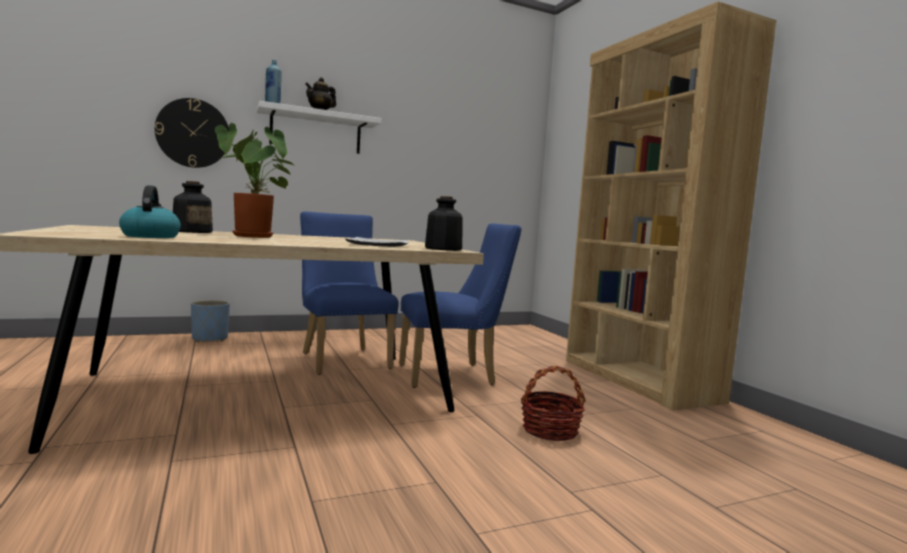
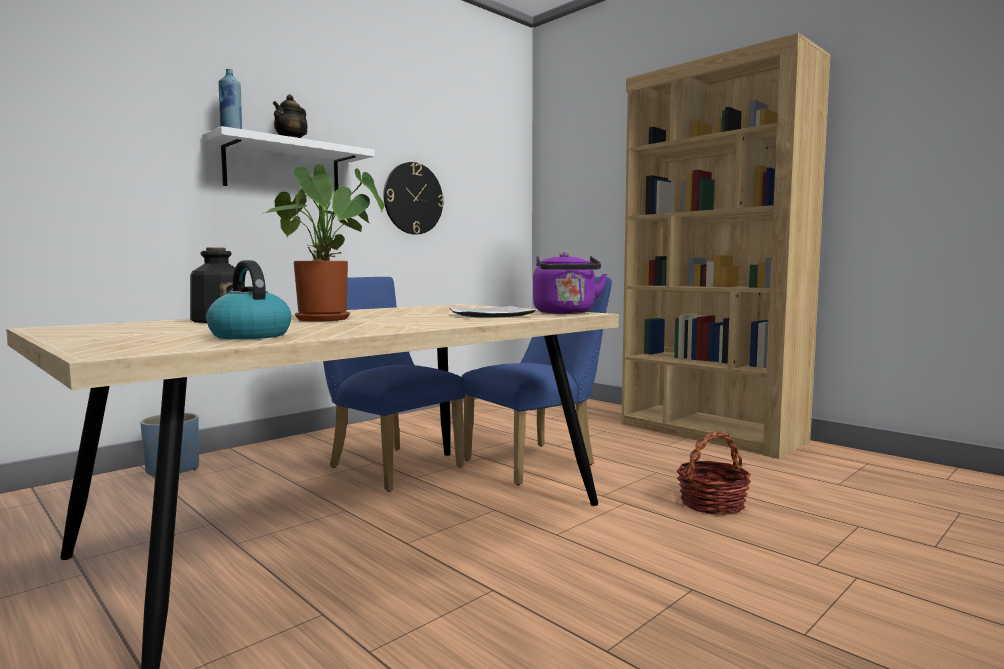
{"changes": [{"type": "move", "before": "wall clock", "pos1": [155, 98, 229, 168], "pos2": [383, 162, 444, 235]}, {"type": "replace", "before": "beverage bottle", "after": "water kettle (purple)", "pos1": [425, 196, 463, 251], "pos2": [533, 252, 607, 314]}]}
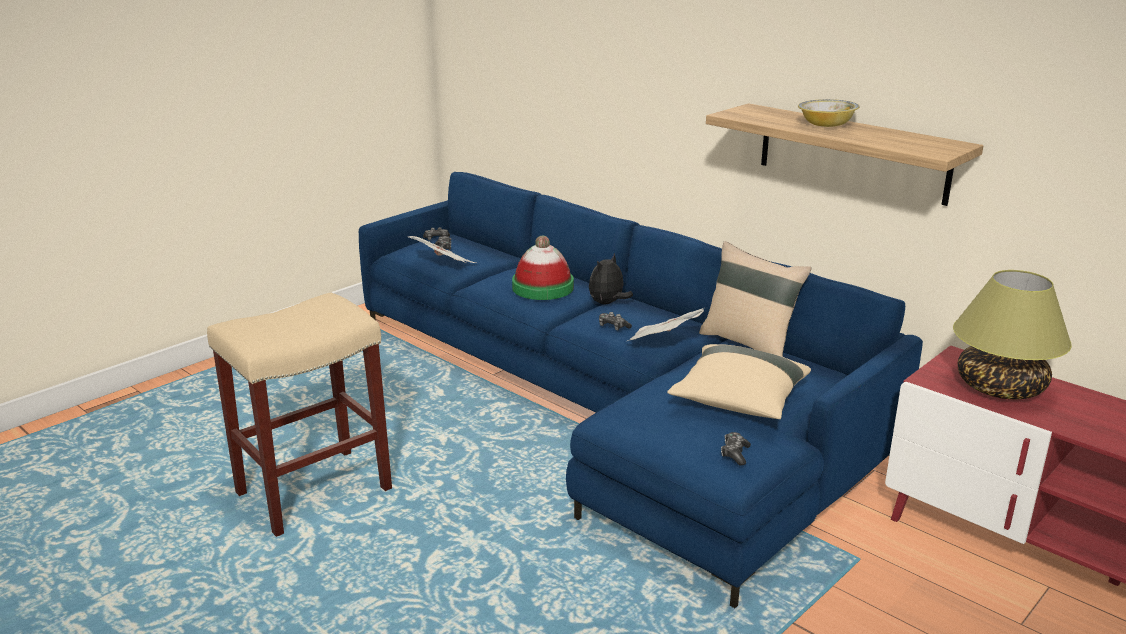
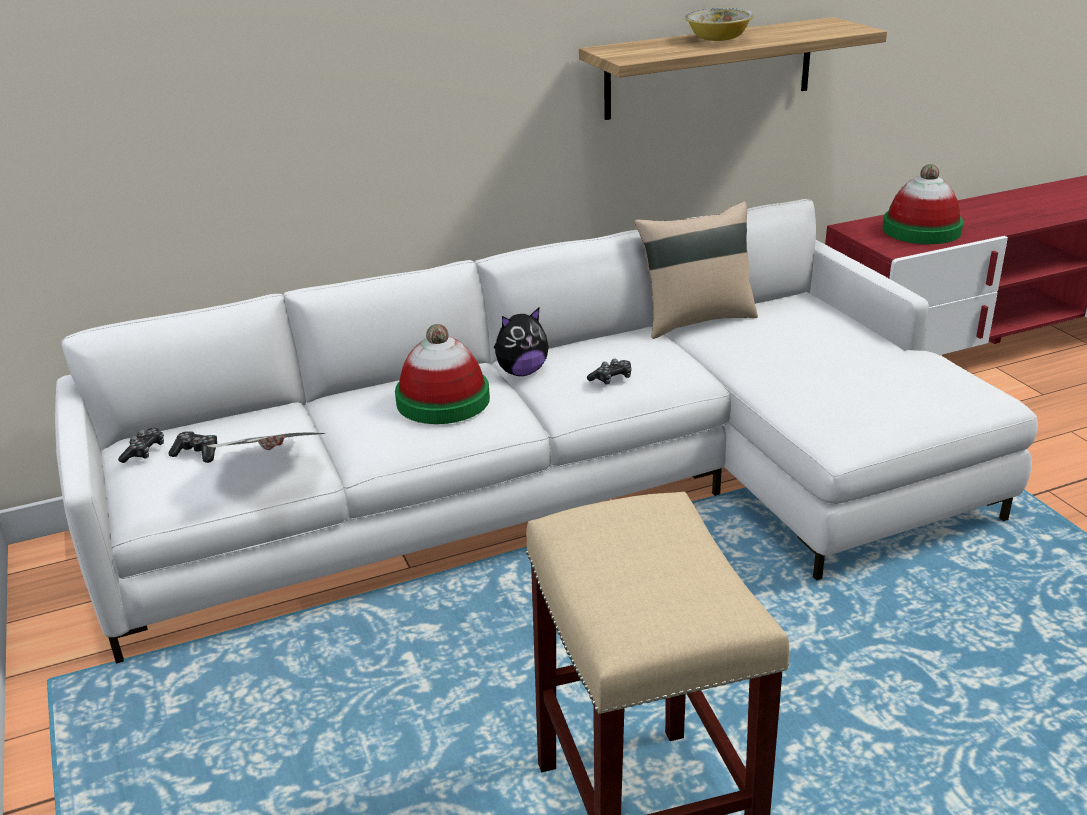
{"changes": [{"type": "delete", "before": "daily paper", "pos1": [628, 308, 704, 341]}, {"type": "delete", "before": "pillow (sand-coloured)", "pos1": [667, 344, 811, 419]}, {"type": "delete", "before": "game controller", "pos1": [721, 432, 751, 466]}, {"type": "replace", "before": "tabletop lamp", "after": "hat", "pos1": [953, 270, 1072, 399], "pos2": [882, 164, 963, 244]}, {"type": "recolor", "before": "settee (bluish)", "after": "settee (white-coloured)", "pos1": [359, 172, 923, 608], "pos2": [55, 199, 1038, 664]}, {"type": "rotate", "before": "cuddly toy", "pos1": [589, 253, 633, 304], "pos2": [494, 308, 549, 376], "turn": -90}]}
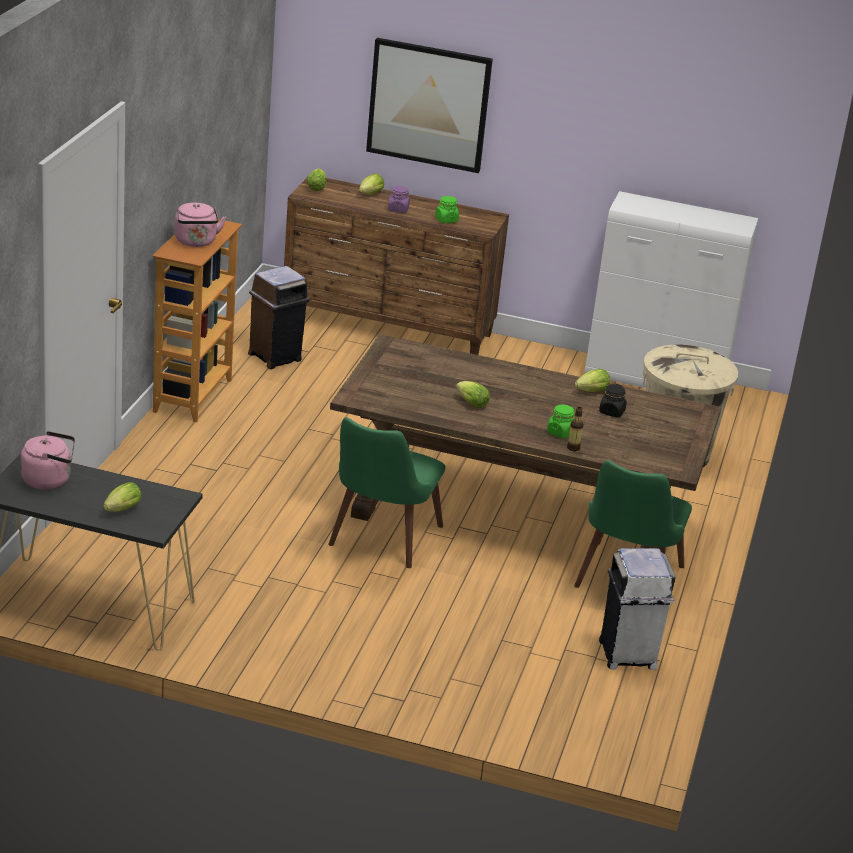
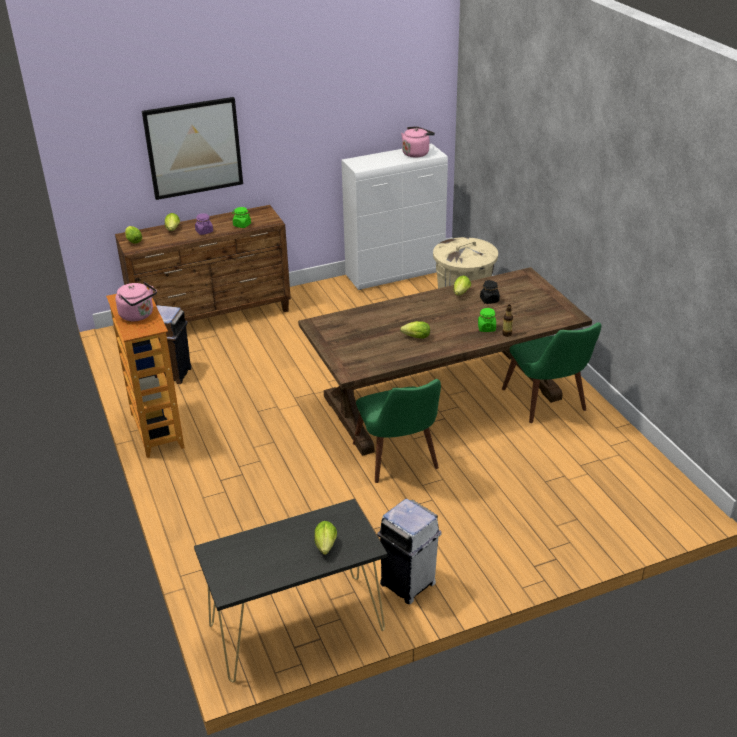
{"changes": [{"type": "move", "before": "water kettle (pink-coloured)", "pos1": [20, 431, 75, 490], "pos2": [401, 126, 435, 158]}, {"type": "move", "before": "rubbish bin (white-coloured)", "pos1": [599, 548, 676, 670], "pos2": [377, 498, 442, 604]}]}
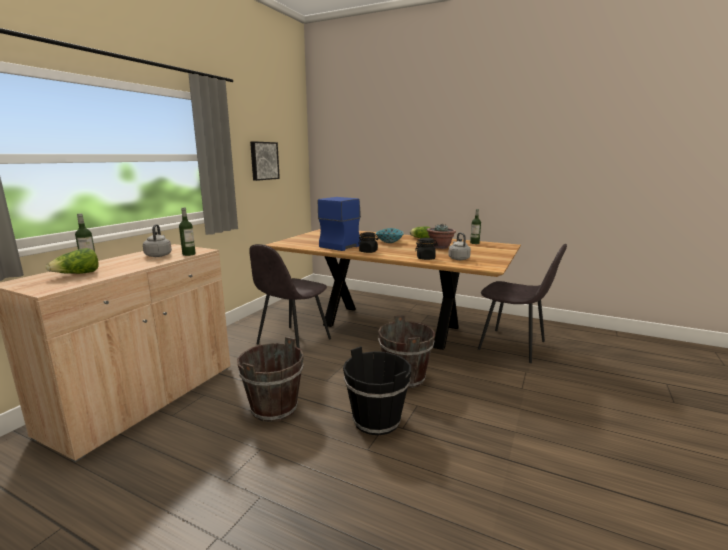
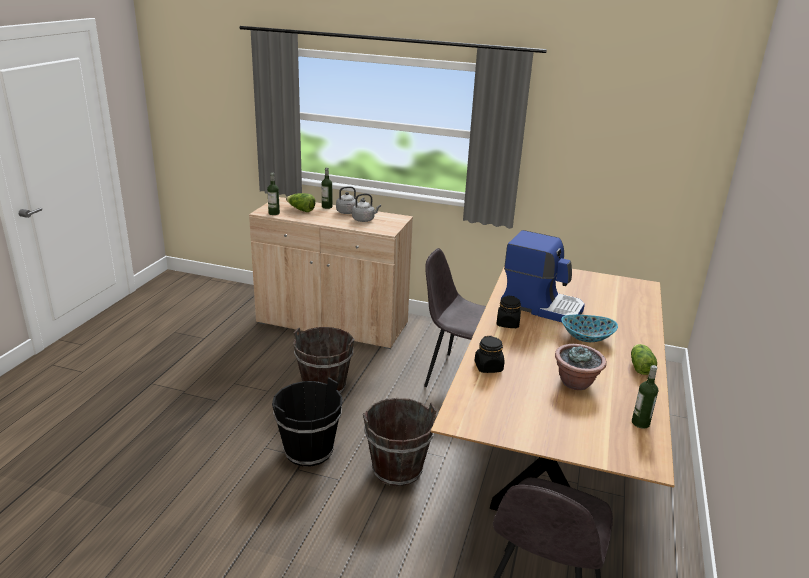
{"changes": [{"type": "delete", "before": "wall picture", "pos1": [250, 141, 280, 181]}, {"type": "move", "before": "beverage bottle", "pos1": [179, 208, 196, 256], "pos2": [267, 173, 280, 215]}, {"type": "move", "before": "water kettle (grey)", "pos1": [448, 232, 471, 260], "pos2": [336, 186, 364, 214]}]}
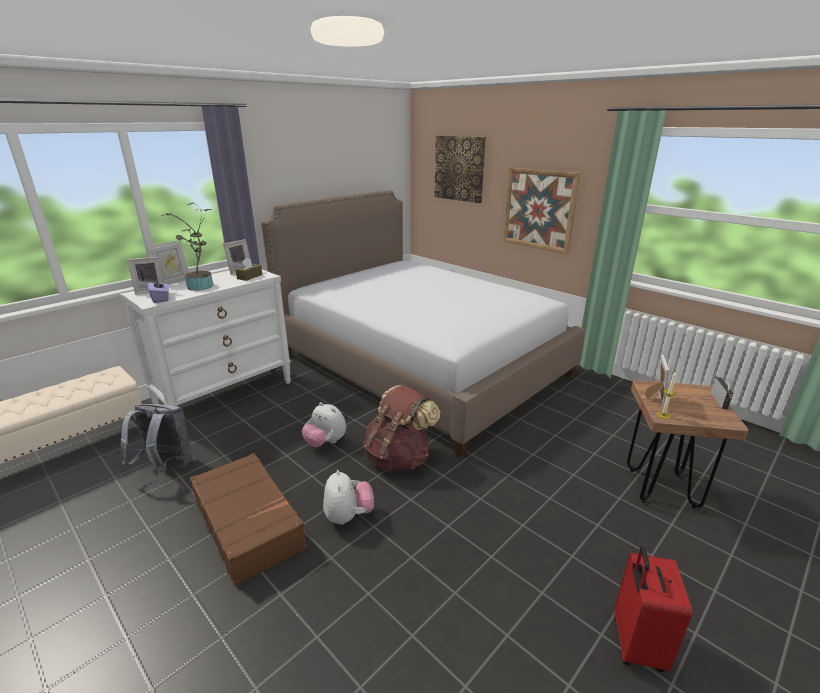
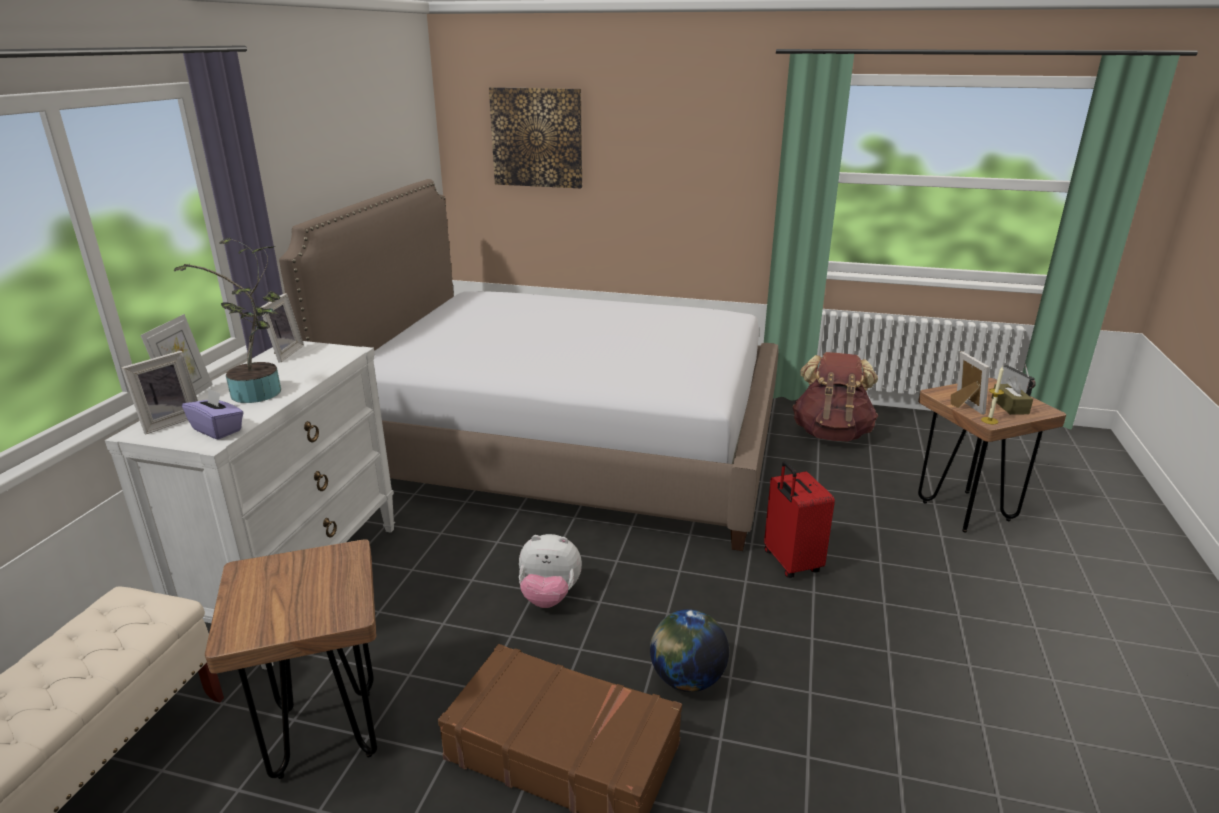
{"changes": [{"type": "delete", "before": "wall picture", "pos1": [503, 168, 580, 254]}, {"type": "move", "before": "box of tissues (brownish)", "pos1": [235, 257, 262, 281], "pos2": [991, 376, 1033, 415]}, {"type": "move", "before": "backpack (brownish)", "pos1": [363, 385, 440, 471], "pos2": [793, 352, 878, 441]}, {"type": "move", "before": "travel case (red-coloured)", "pos1": [615, 546, 692, 672], "pos2": [764, 461, 835, 578]}, {"type": "replace", "before": "backpack (grey)", "after": "stool seat (brownish)", "pos1": [121, 404, 192, 474], "pos2": [205, 539, 377, 779]}, {"type": "replace", "before": "cuddly toy", "after": "desk globe", "pos1": [323, 470, 374, 525], "pos2": [650, 609, 729, 692]}]}
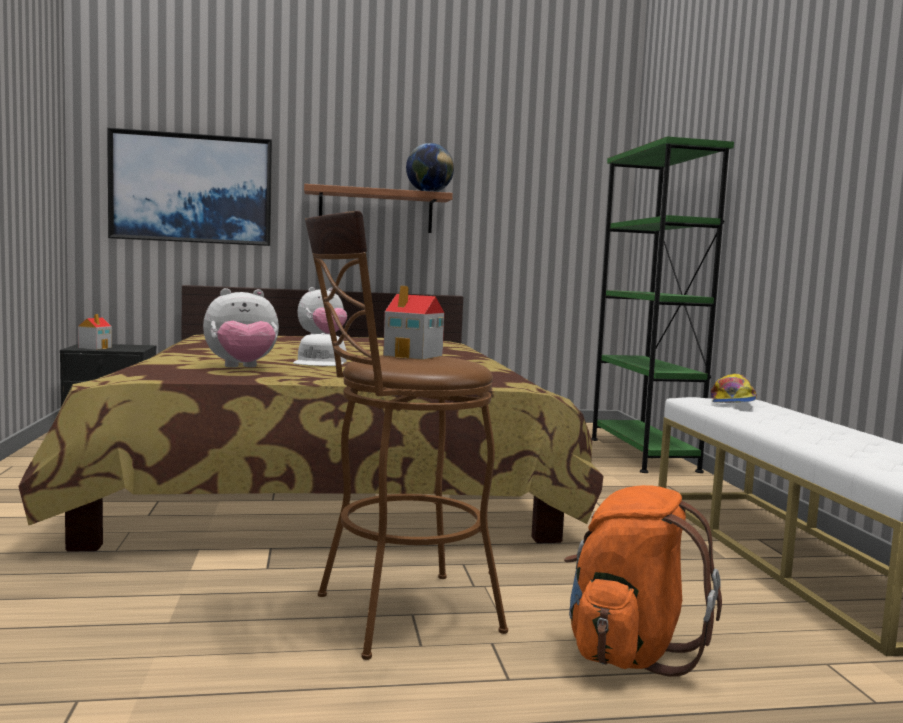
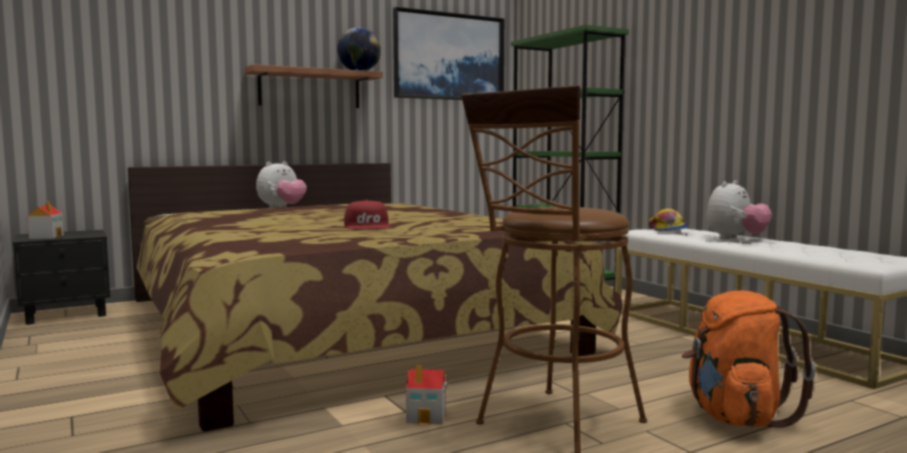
{"changes": [{"type": "move", "before": "wall picture", "pos1": [107, 128, 272, 246], "pos2": [393, 7, 504, 100]}, {"type": "move", "before": "cuddly toy", "pos1": [203, 288, 279, 367], "pos2": [706, 181, 772, 239]}, {"type": "move", "before": "toy house", "pos1": [383, 285, 444, 360], "pos2": [406, 365, 447, 425]}, {"type": "recolor", "before": "cap (white-coloured)", "after": "cap (red-coloured)", "pos1": [293, 333, 347, 366], "pos2": [344, 200, 391, 229]}]}
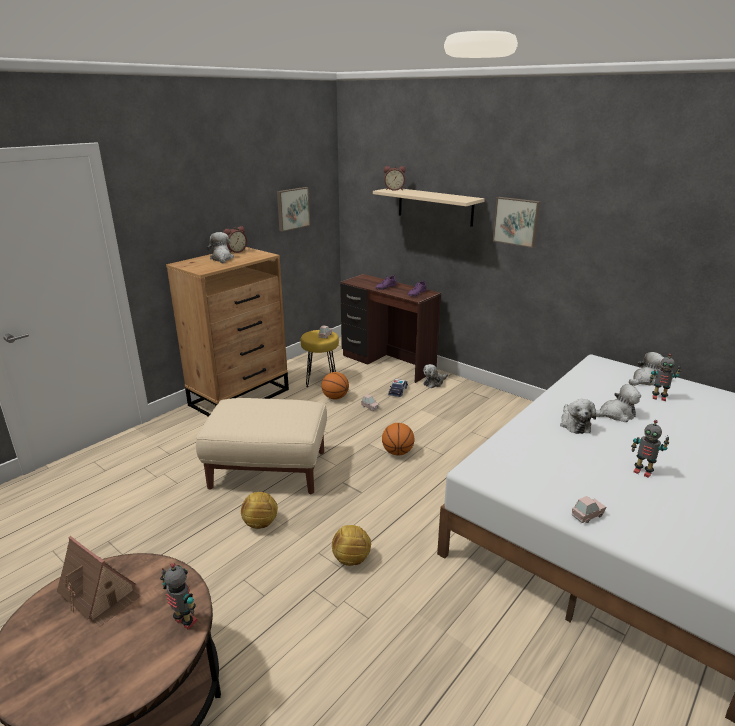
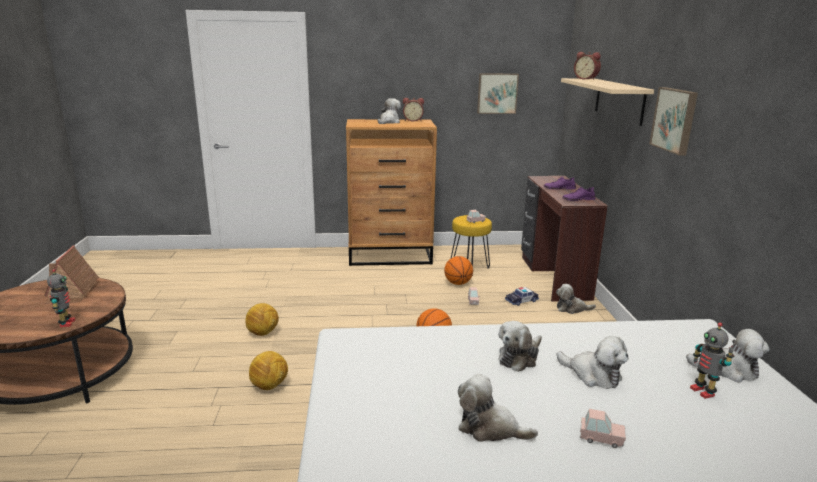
{"changes": [{"type": "delete", "before": "ottoman (sand-coloured)", "pos1": [196, 398, 327, 494]}, {"type": "move", "before": "model car (pink-coloured)", "pos1": [572, 496, 606, 523], "pos2": [580, 409, 626, 448]}, {"type": "replace", "before": "toy robot", "after": "cuddly toy", "pos1": [631, 420, 669, 478], "pos2": [458, 374, 538, 442]}]}
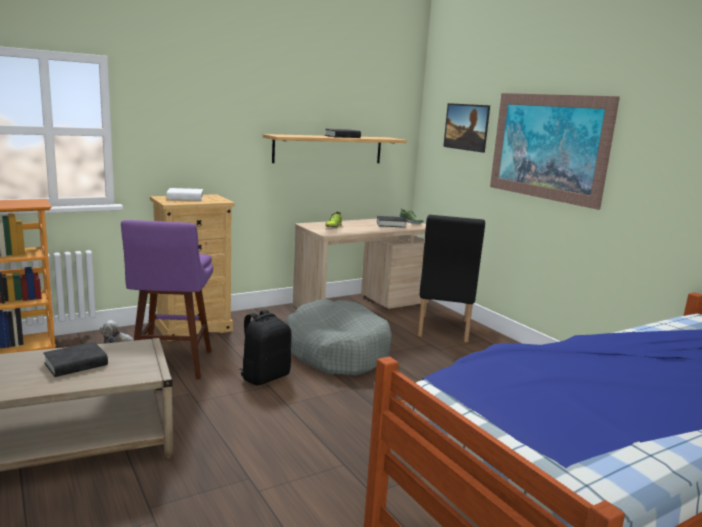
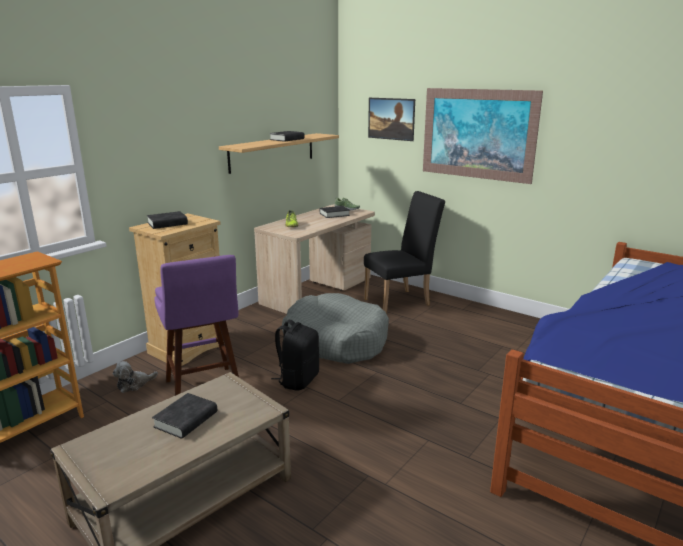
{"changes": [{"type": "recolor", "before": "bound book (white-coloured)", "after": "bound book (blackish)", "pos1": [167, 188, 203, 201], "pos2": [147, 211, 188, 229]}, {"type": "rotate", "before": "upright chair (blackish)", "pos1": [418, 215, 485, 343], "pos2": [364, 191, 445, 314], "turn": -105}]}
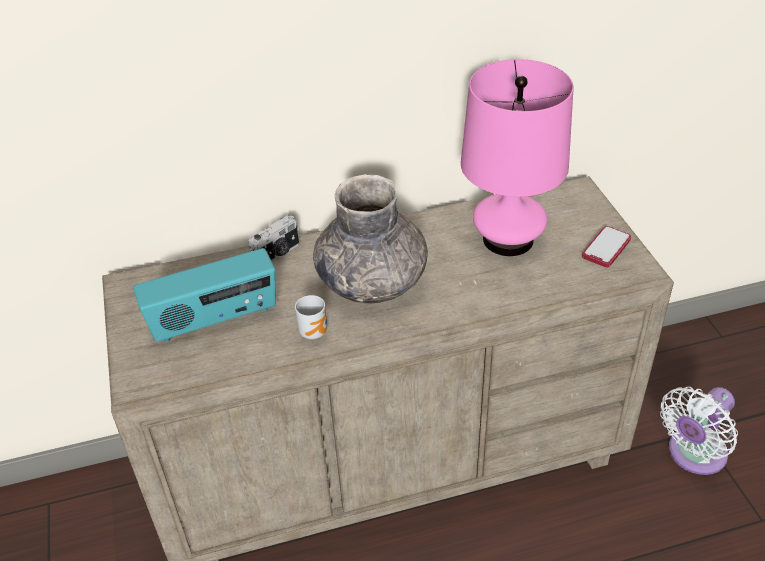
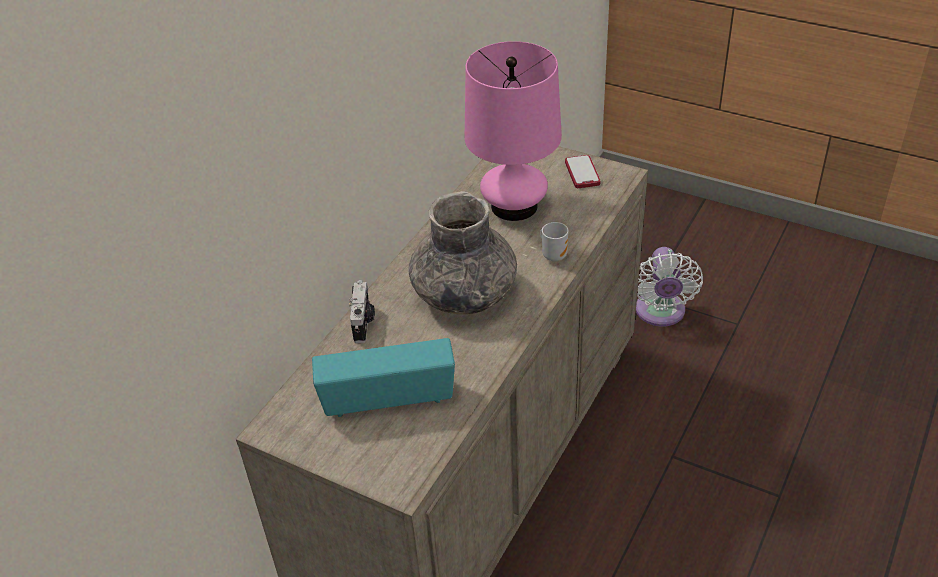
{"changes": [{"type": "move", "before": "tea mug", "pos1": [295, 295, 327, 340], "pos2": [540, 222, 569, 262]}, {"type": "rotate", "before": "radio set", "pos1": [133, 248, 276, 343], "pos2": [312, 338, 455, 417], "turn": -120}]}
